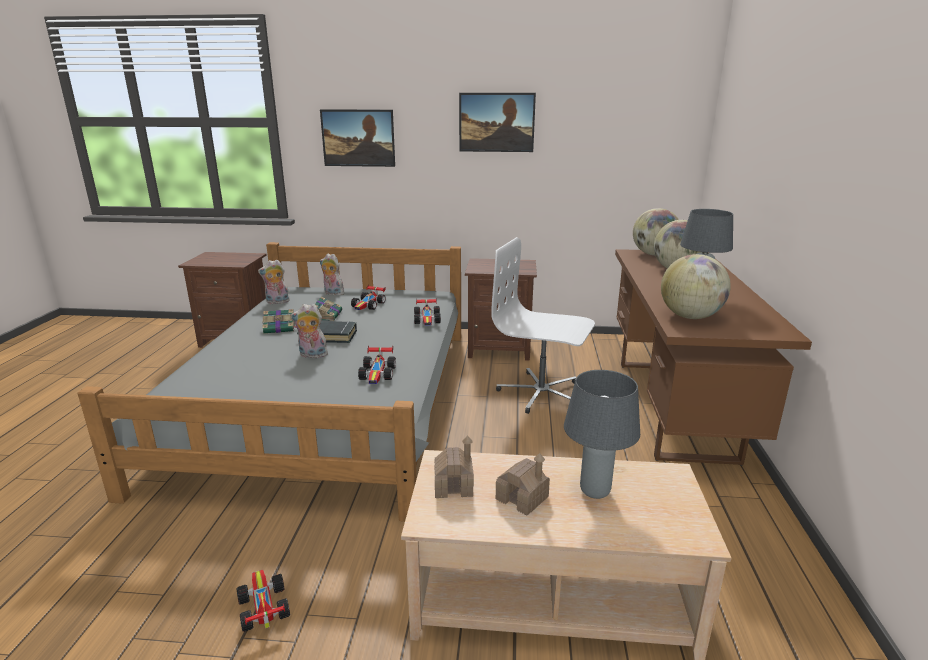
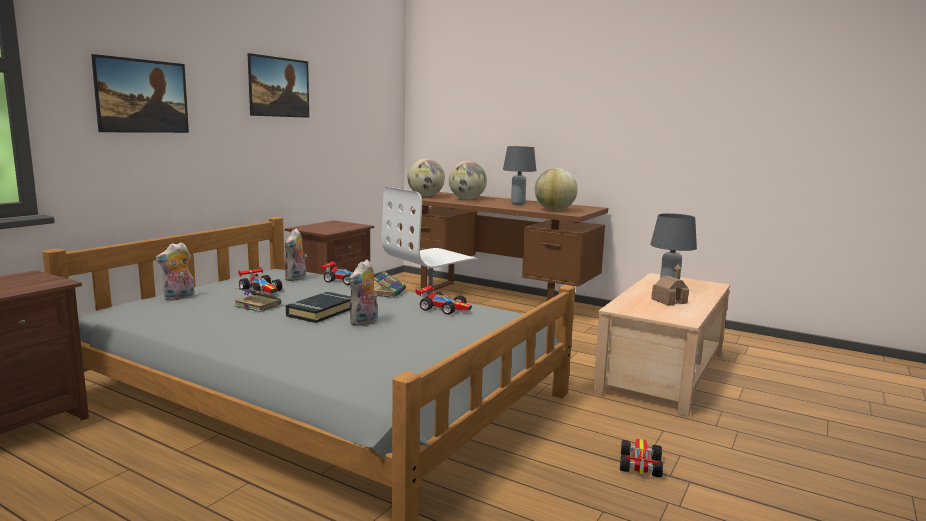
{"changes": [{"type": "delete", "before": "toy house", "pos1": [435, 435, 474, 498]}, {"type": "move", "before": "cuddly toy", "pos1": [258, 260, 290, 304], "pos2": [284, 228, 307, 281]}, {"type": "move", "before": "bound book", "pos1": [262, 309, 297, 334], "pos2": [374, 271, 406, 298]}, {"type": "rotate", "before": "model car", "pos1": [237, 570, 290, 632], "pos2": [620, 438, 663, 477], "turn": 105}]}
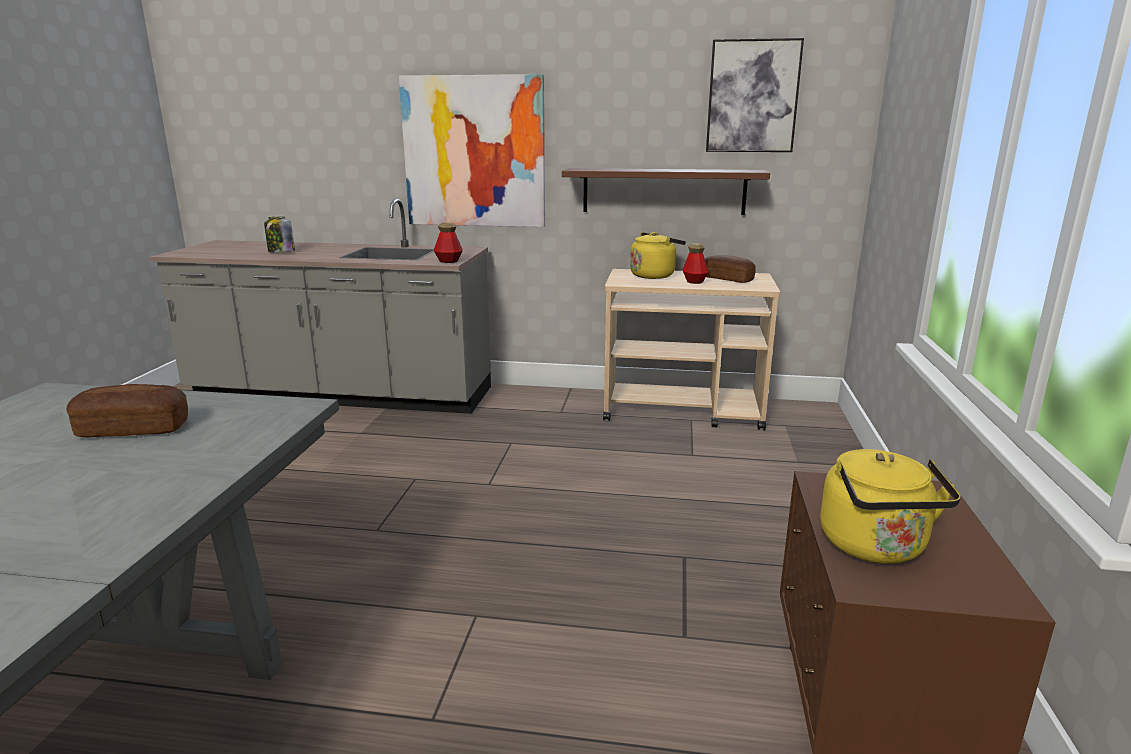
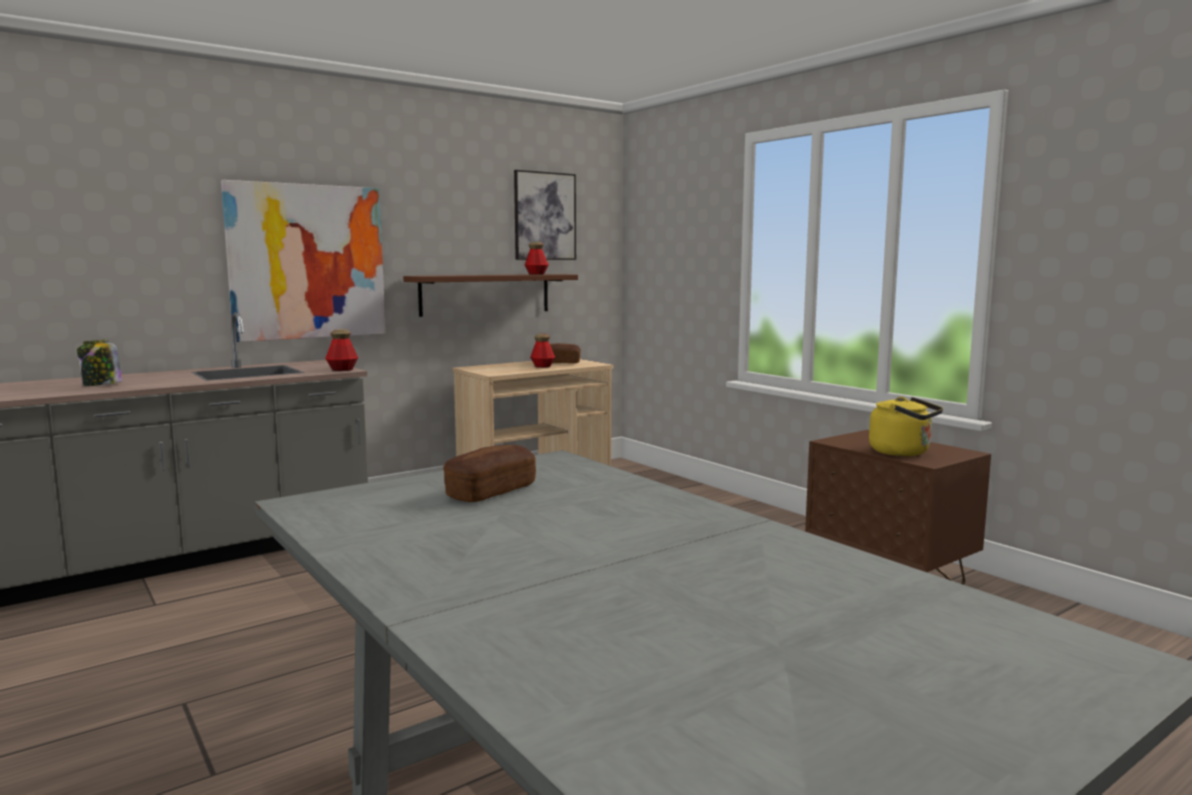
{"changes": [{"type": "delete", "before": "water kettle (yellow-coloured)", "pos1": [630, 232, 686, 279]}, {"type": "insert", "after": "beverage bottle", "pos2": [525, 242, 549, 275]}]}
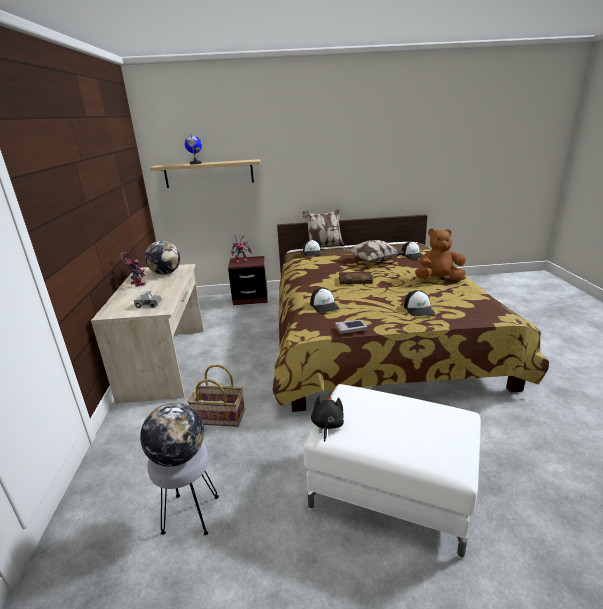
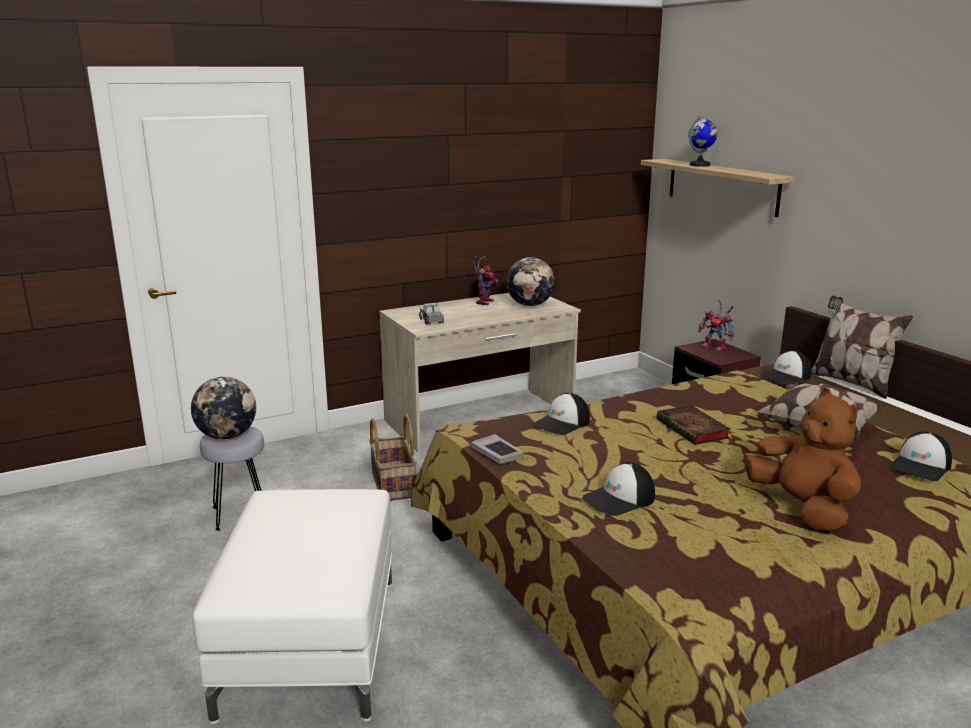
{"changes": [{"type": "delete", "before": "cuddly toy (blackish)", "pos1": [311, 394, 344, 442]}]}
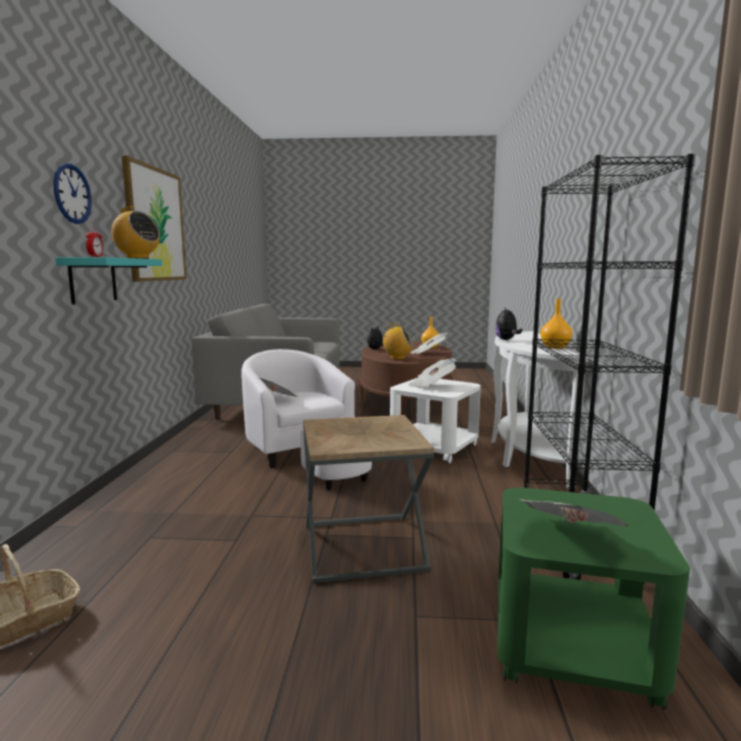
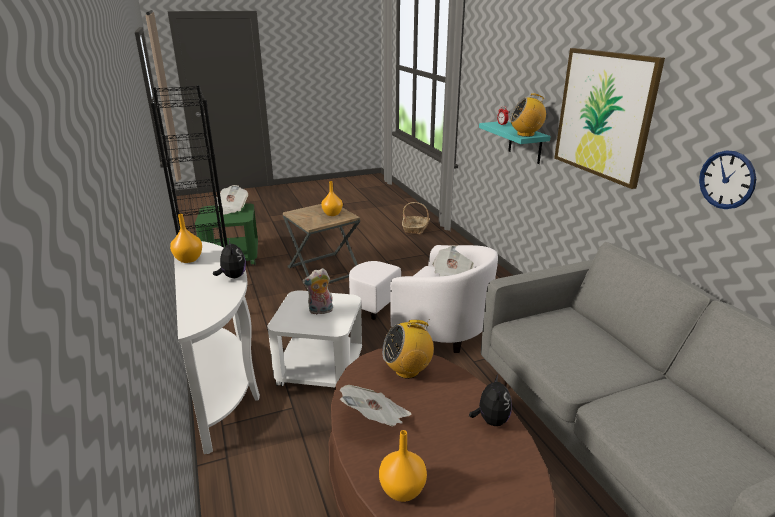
{"changes": [{"type": "insert", "after": "vase (orange)", "pos2": [321, 181, 343, 216]}, {"type": "move", "before": "wall clock", "pos1": [53, 164, 92, 224], "pos2": [699, 150, 756, 209]}, {"type": "replace", "before": "daily paper", "after": "cuddly toy", "pos1": [409, 358, 456, 388], "pos2": [302, 268, 333, 315]}]}
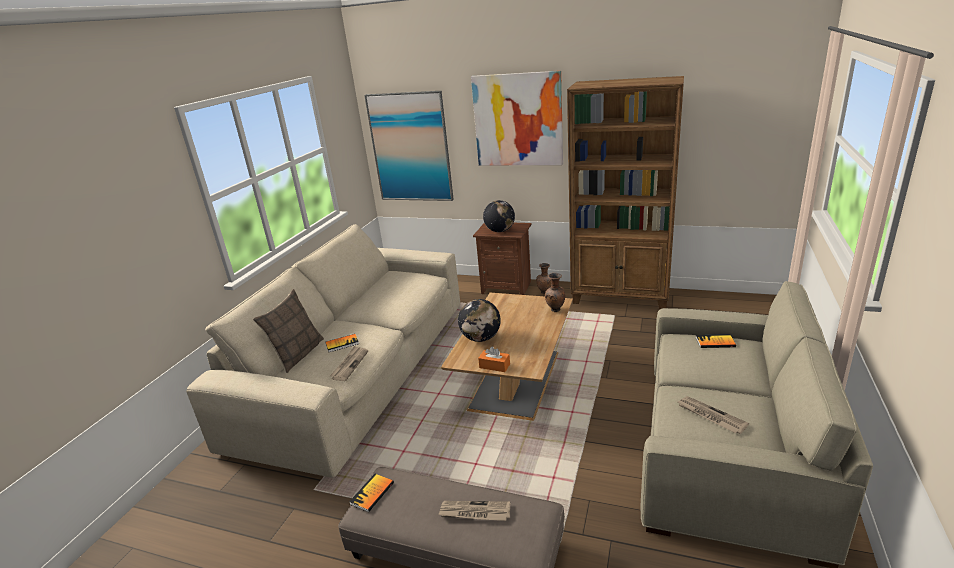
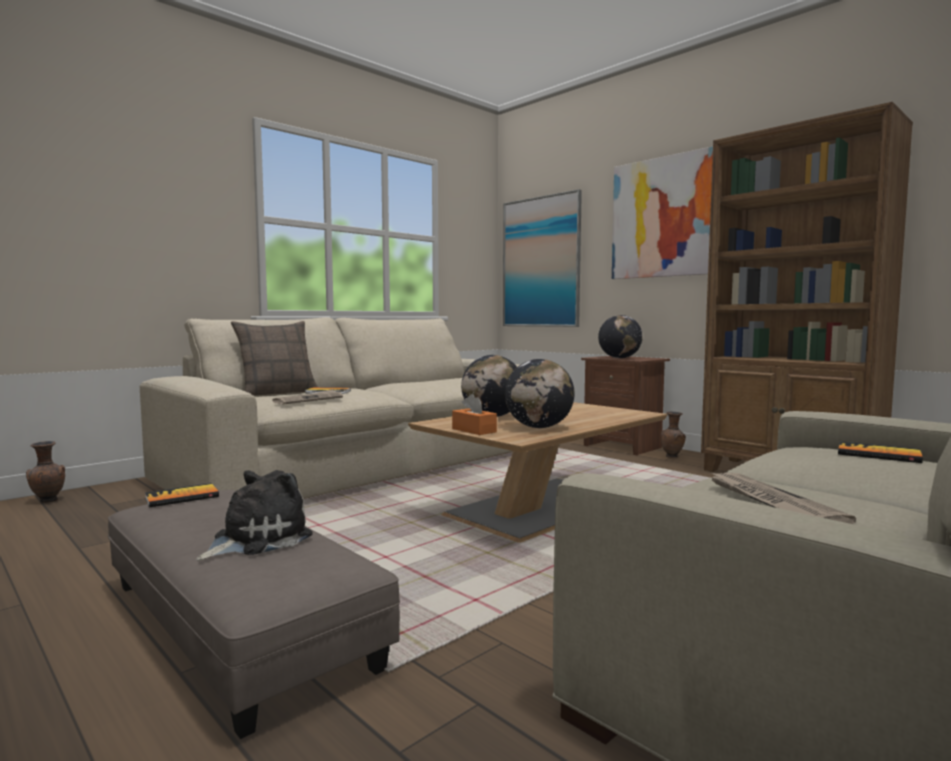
{"changes": [{"type": "insert", "after": "desk globe", "pos2": [505, 359, 575, 428]}, {"type": "move", "before": "vase (brownish)", "pos1": [545, 273, 565, 312], "pos2": [26, 441, 65, 503]}, {"type": "replace", "before": "daily paper", "after": "cuddly toy", "pos1": [438, 501, 510, 521], "pos2": [196, 470, 313, 561]}]}
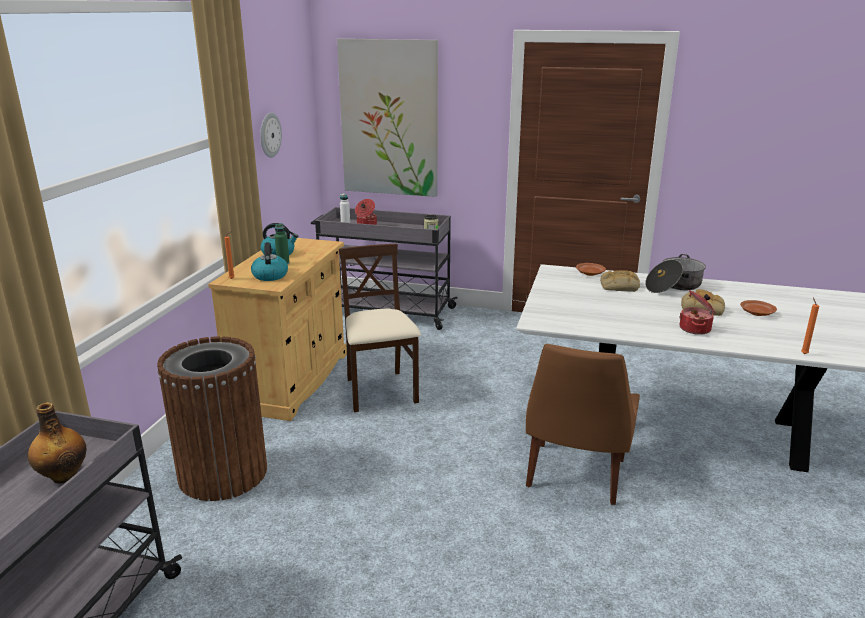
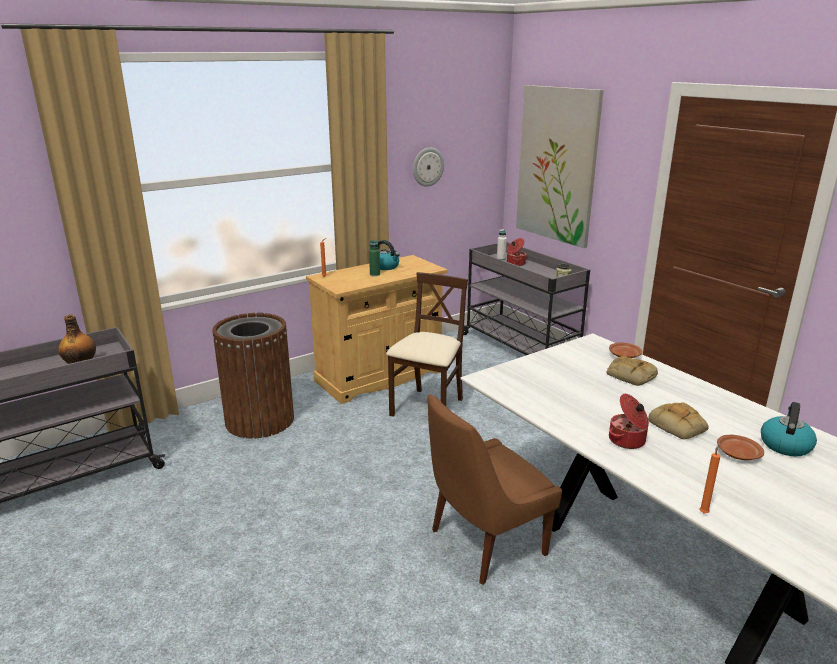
{"changes": [{"type": "delete", "before": "stockpot", "pos1": [645, 254, 706, 293]}, {"type": "move", "before": "water kettle", "pos1": [251, 242, 288, 281], "pos2": [761, 402, 817, 457]}]}
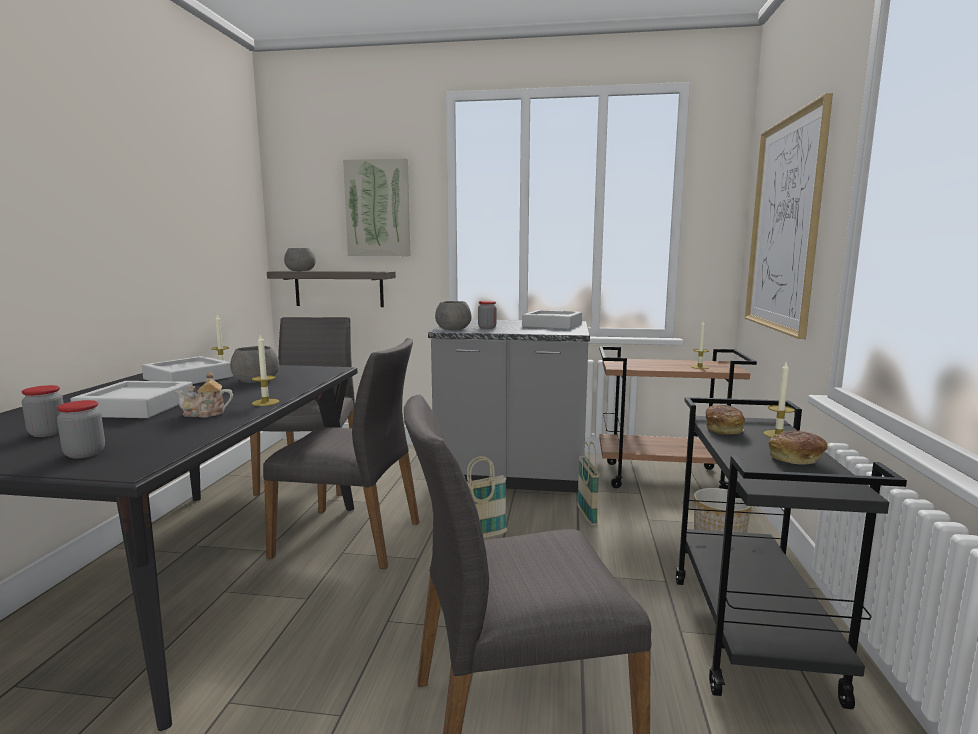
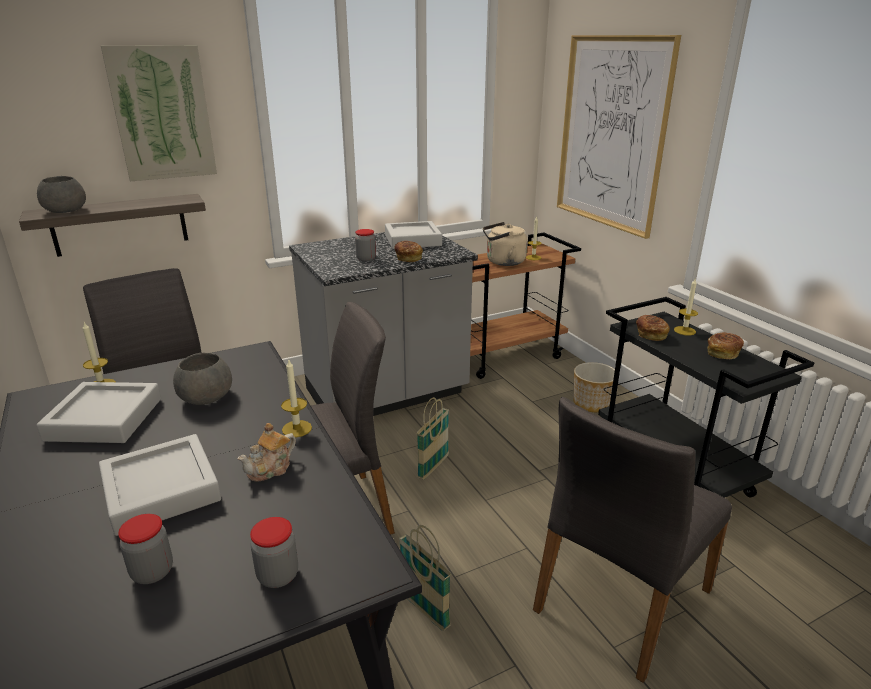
{"changes": [{"type": "delete", "before": "serving bowl (grey)", "pos1": [435, 301, 471, 330]}, {"type": "insert", "after": "baked bread", "pos2": [394, 241, 423, 262]}, {"type": "insert", "after": "water kettle (sand-coloured)", "pos2": [483, 222, 527, 266]}, {"type": "move", "before": "household basket", "pos1": [577, 442, 600, 526], "pos2": [399, 525, 451, 631]}]}
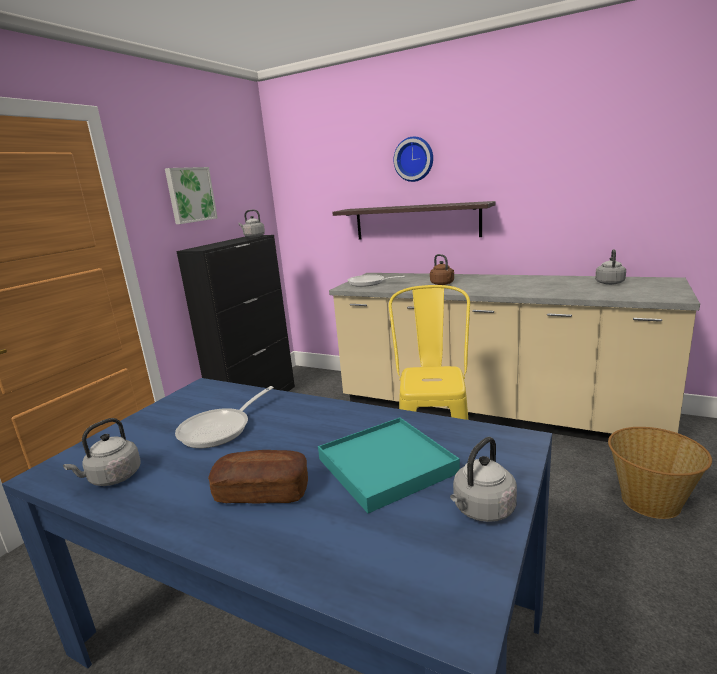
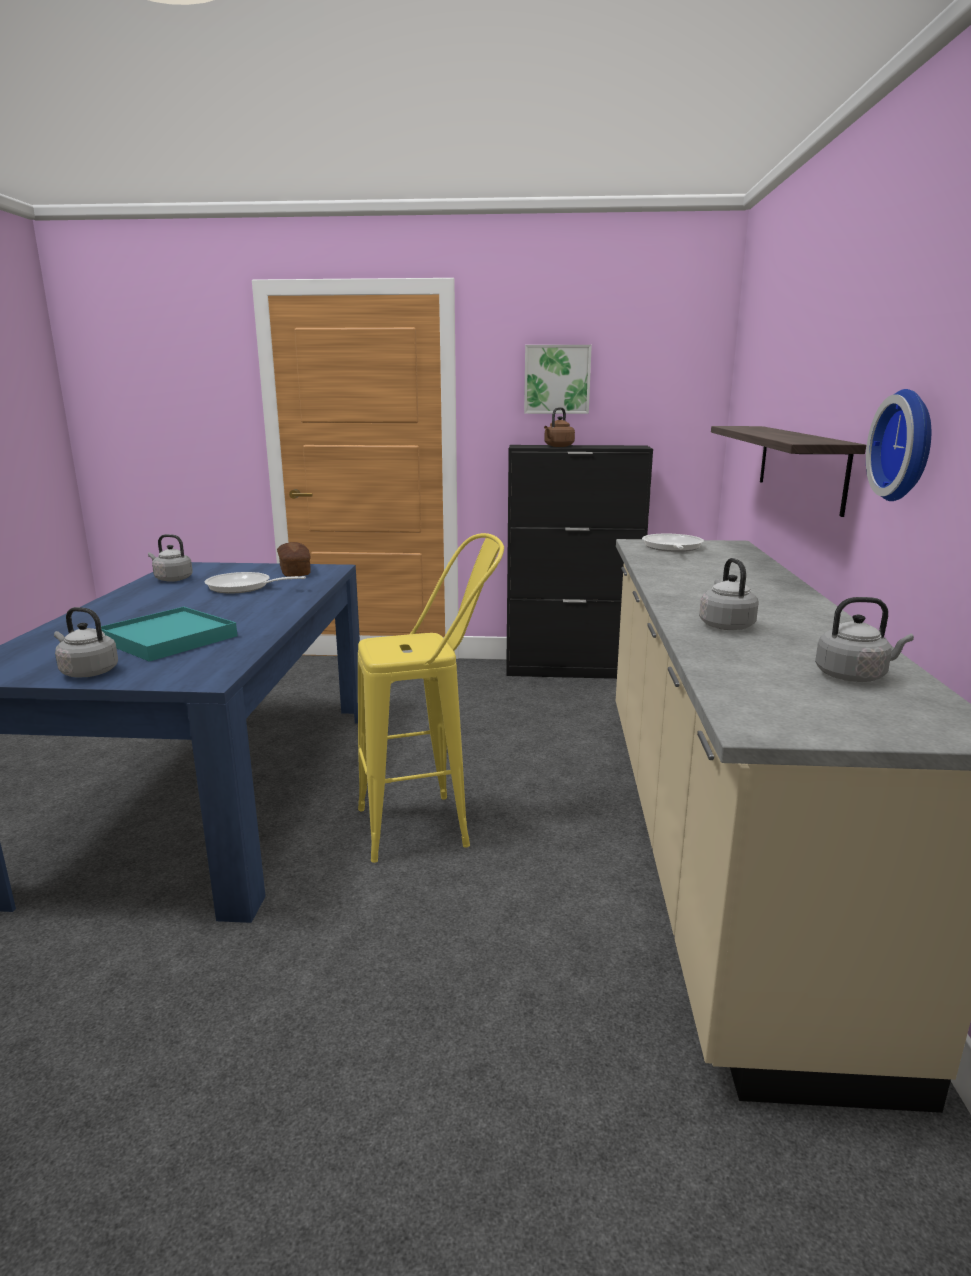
{"changes": [{"type": "delete", "before": "household basket", "pos1": [608, 427, 712, 519]}, {"type": "move", "before": "baked bread", "pos1": [208, 450, 308, 504], "pos2": [277, 542, 311, 577]}, {"type": "move", "before": "water kettle (grey)", "pos1": [238, 209, 265, 238], "pos2": [699, 558, 759, 630]}, {"type": "move", "before": "wall clock", "pos1": [394, 137, 433, 182], "pos2": [866, 389, 931, 501]}, {"type": "move", "before": "water kettle (brownish)", "pos1": [430, 254, 454, 285], "pos2": [544, 407, 575, 447]}]}
